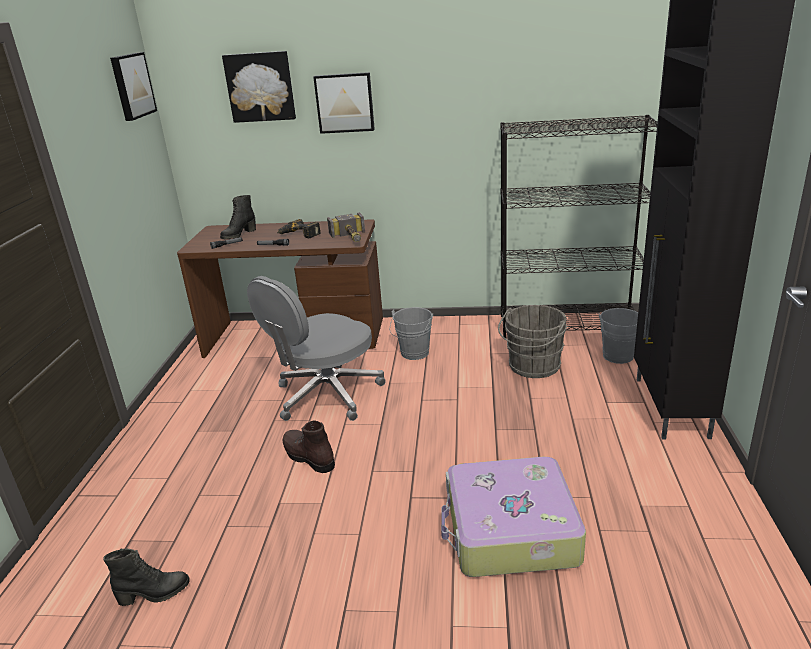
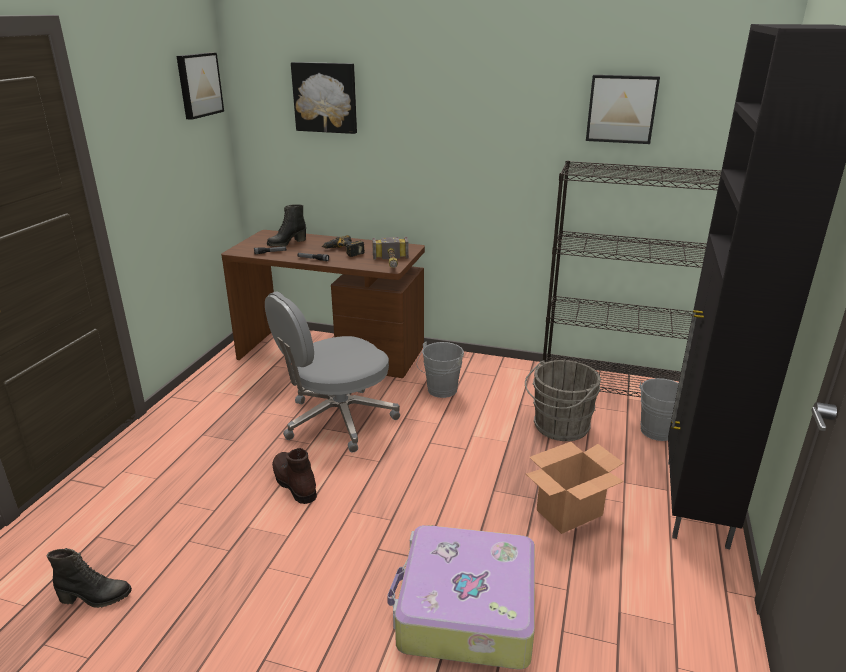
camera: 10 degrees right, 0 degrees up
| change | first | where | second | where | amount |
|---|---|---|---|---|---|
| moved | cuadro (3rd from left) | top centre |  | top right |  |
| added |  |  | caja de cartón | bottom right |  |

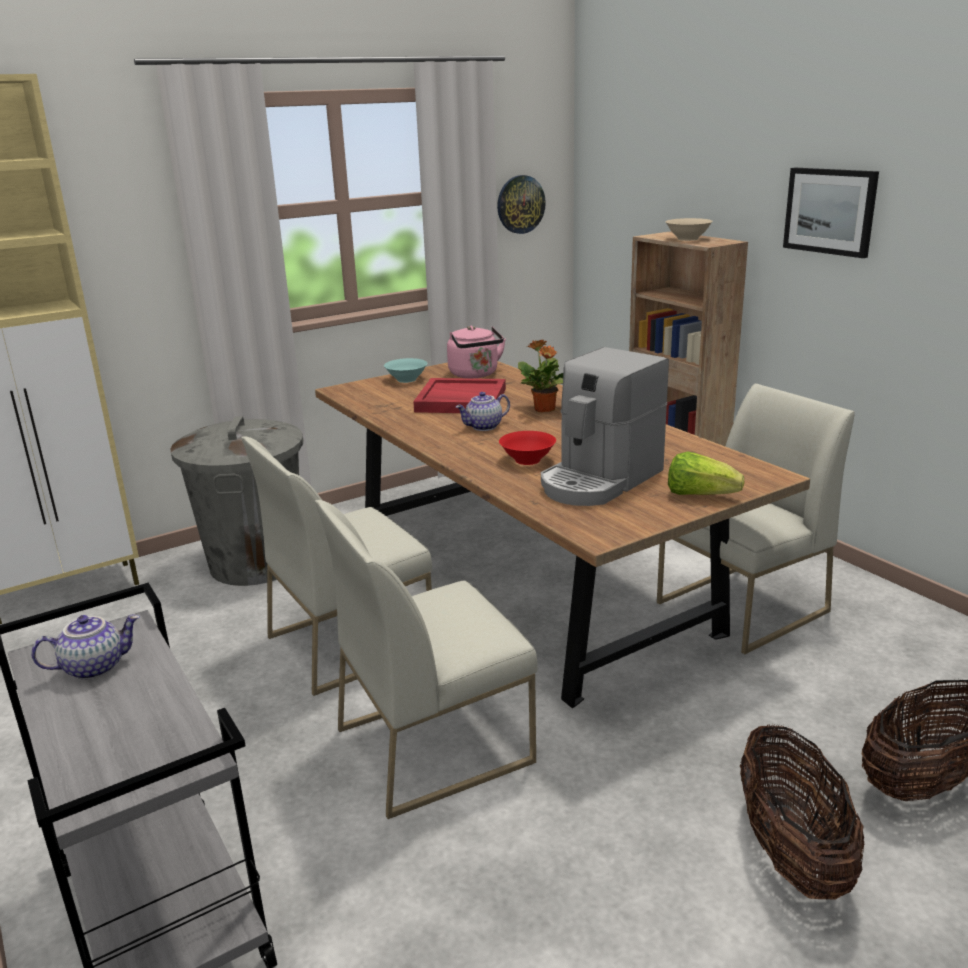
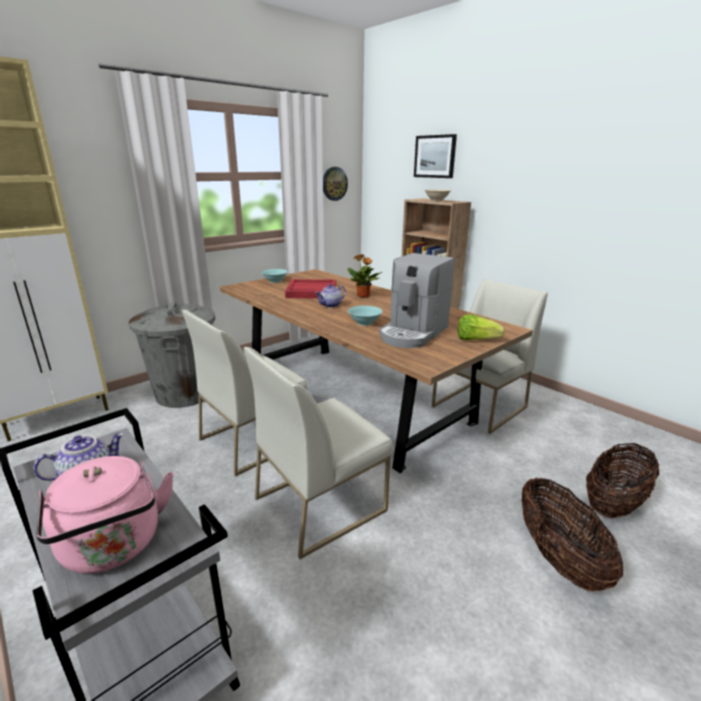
camera: 10 degrees left, 0 degrees up
| change | first | where | second | where | amount |
|---|---|---|---|---|---|
| moved | cuadro | top right |  | top centre |  |
| moved | hervidor (rosa) | centre |  | bottom left |  |
| recoloured | cuenco (rojo) | centre | cuenco (turquesa) (2nd from left) | centre |  |

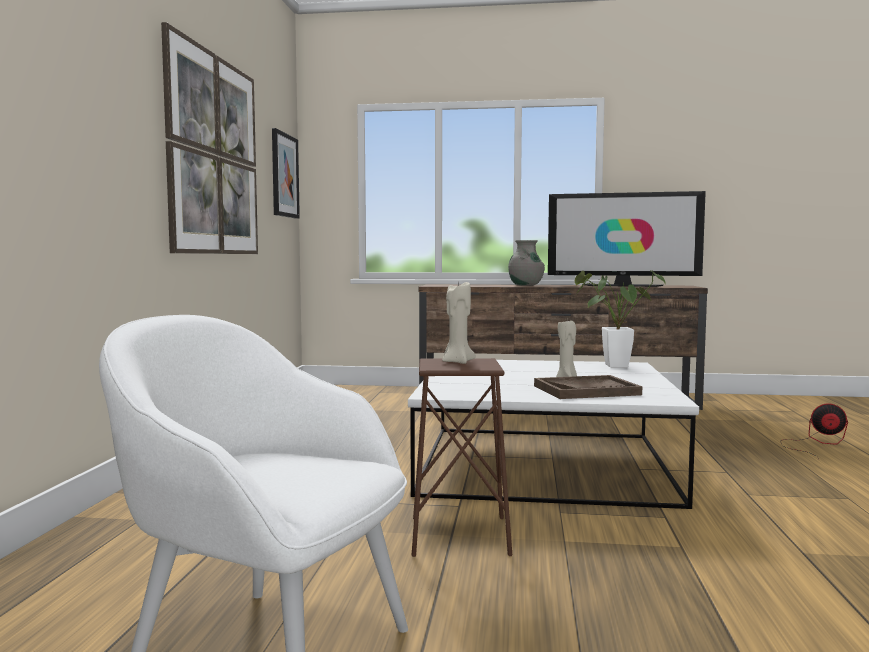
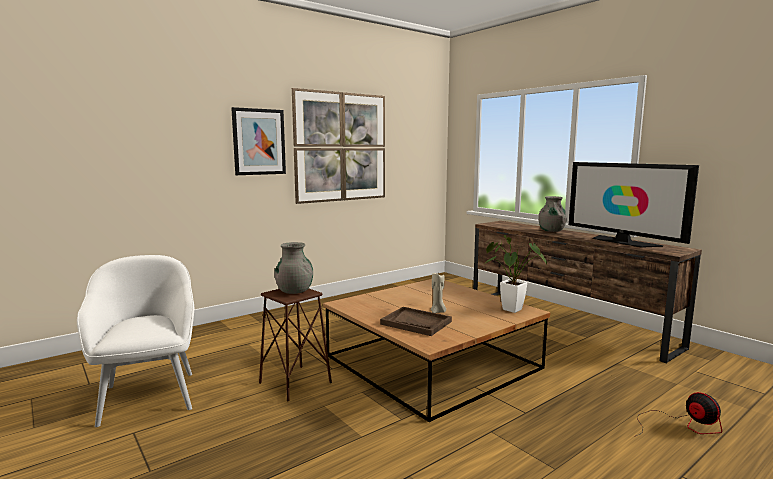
camera: 45 degrees right, 5 degrees up
| change | first | where | second | where | amount |
|---|---|---|---|---|---|
| moved | cuadro (2nd from left in the first image) | top left | cuadro (1st from left) | top centre |  |
| replaced | vela (beis) (1st from left) | centre | florero (gris) (1st from left) | centre |  |
| recoloured | mesa de centro (blanco) | centre | mesa de centro (marrón) | bottom centre |  |

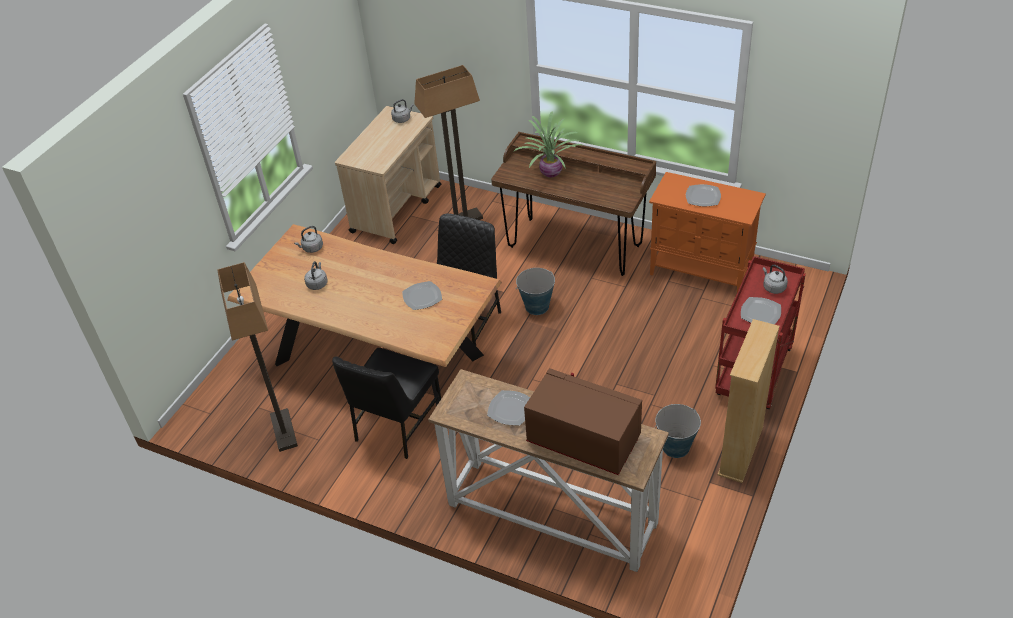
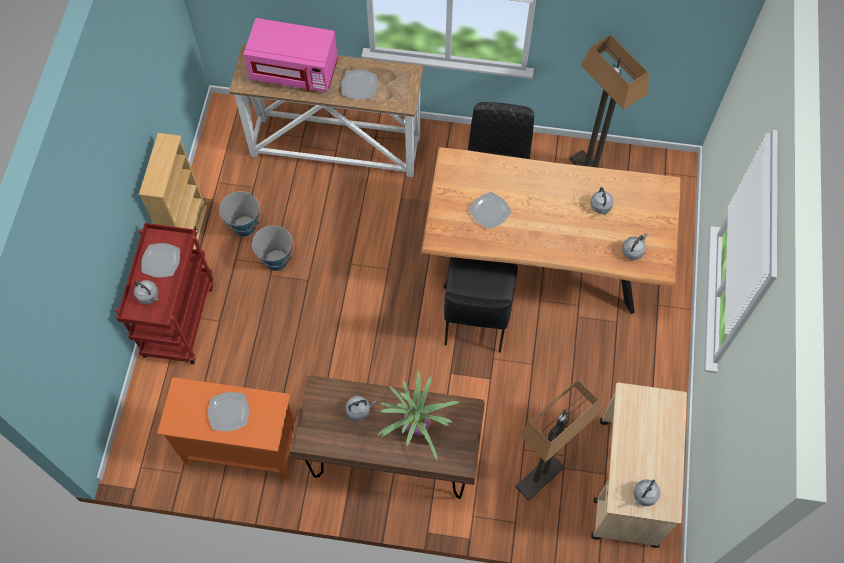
camera: 160 degrees right, 20 degrees up
| change | first | where | second | where | amount |
|---|---|---|---|---|---|
| moved | cubo (1st from left in the first image) | centre | cubo (2nd from left) | middle left |  |
| recoloured | microondas (marrón) | bottom centre | microondas (rosa) | top centre |  |
| added |  |  | hervidor (gris) (2nd from left) | bottom centre |  |

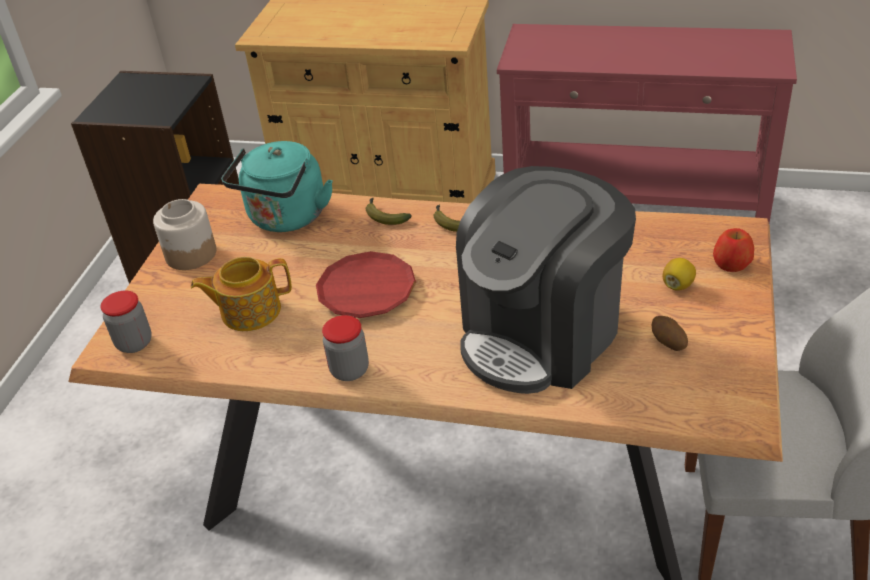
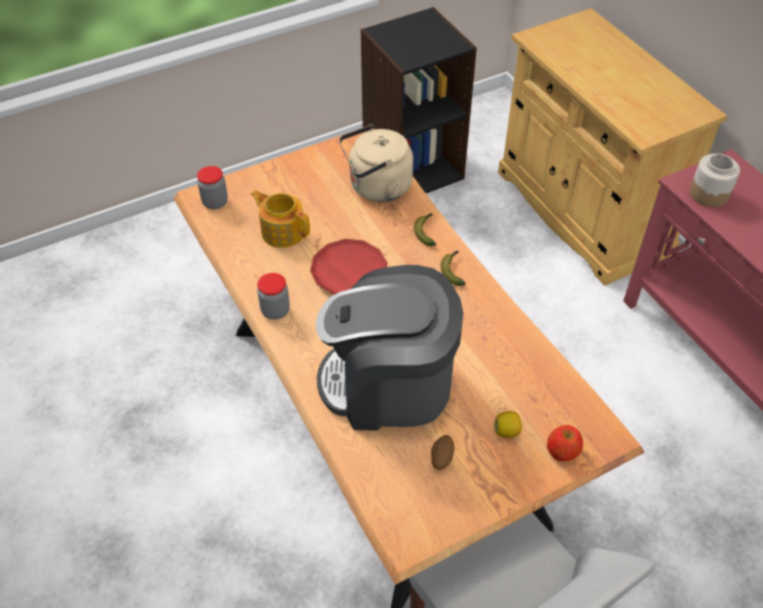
camera: 45 degrees right, 10 degrees up
| change | first | where | second | where | amount |
|---|---|---|---|---|---|
| recoloured | hervidor (turquesa) | top left | hervidor (beis) | top centre |  |
| moved | tarro (2nd from left in the first image) | middle left | tarro (3rd from left) | top right |  |

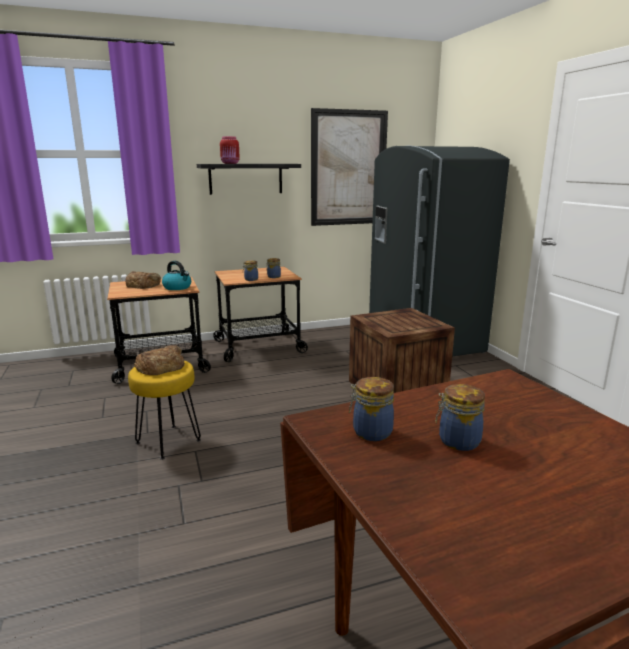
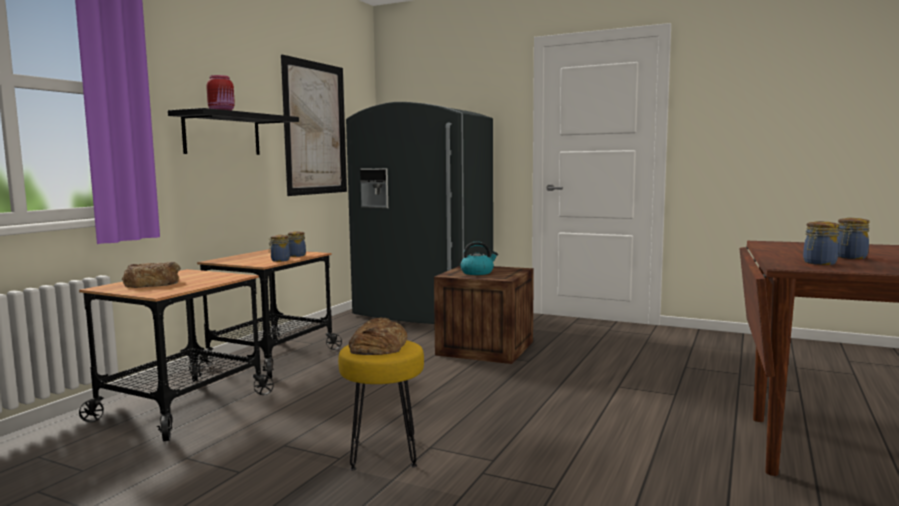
camera: 45 degrees left, 10 degrees down
| change | first | where | second | where | amount |
|---|---|---|---|---|---|
| moved | hervidor | middle left |  | centre |  |

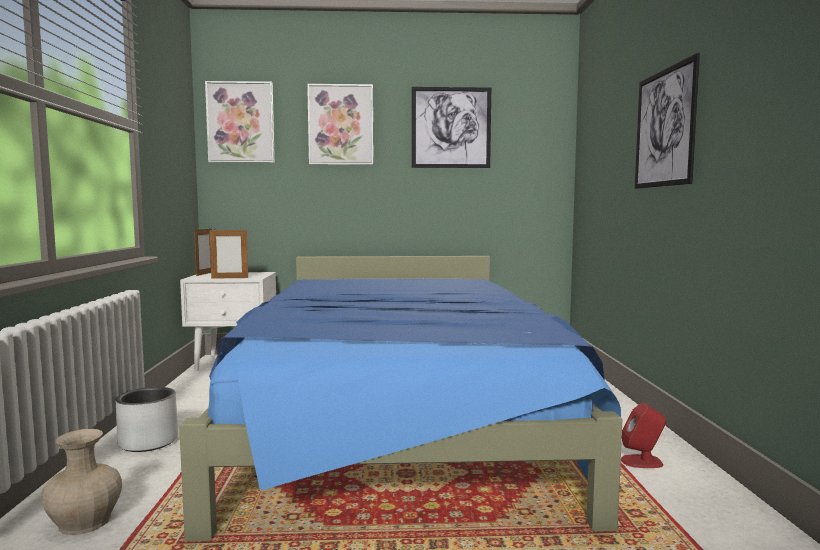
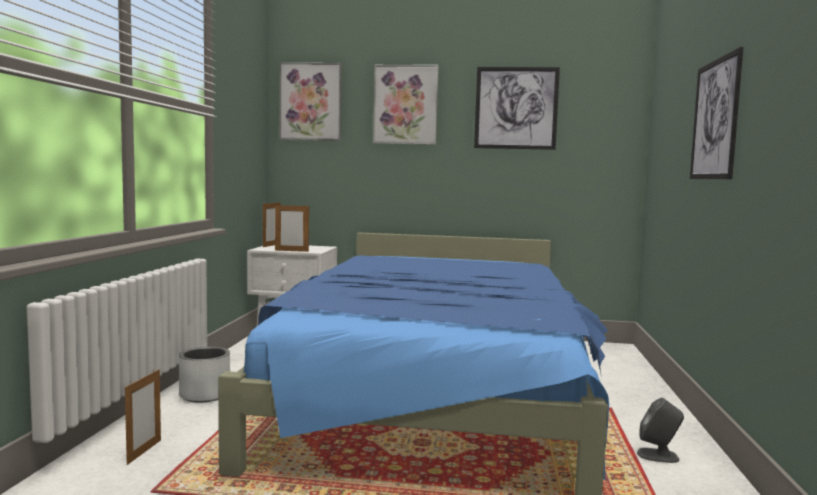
camera: 10 degrees right, 0 degrees up
| change | first | where | second | where | amount |
|---|---|---|---|---|---|
| recoloured | altavoz (rojo) | bottom right | altavoz (gris) | bottom right |  |
| replaced | florero (beis) | bottom left | portarretratos (1st from left) | bottom left |  |

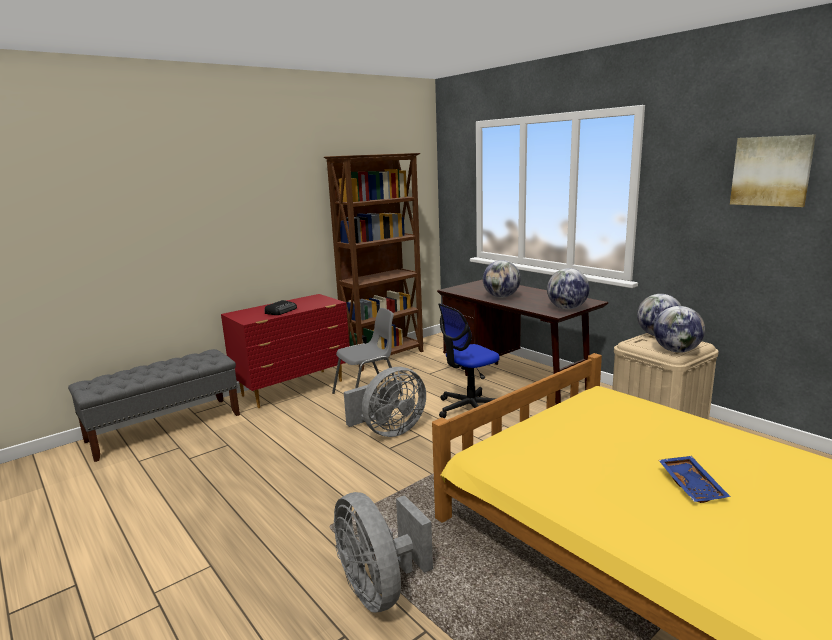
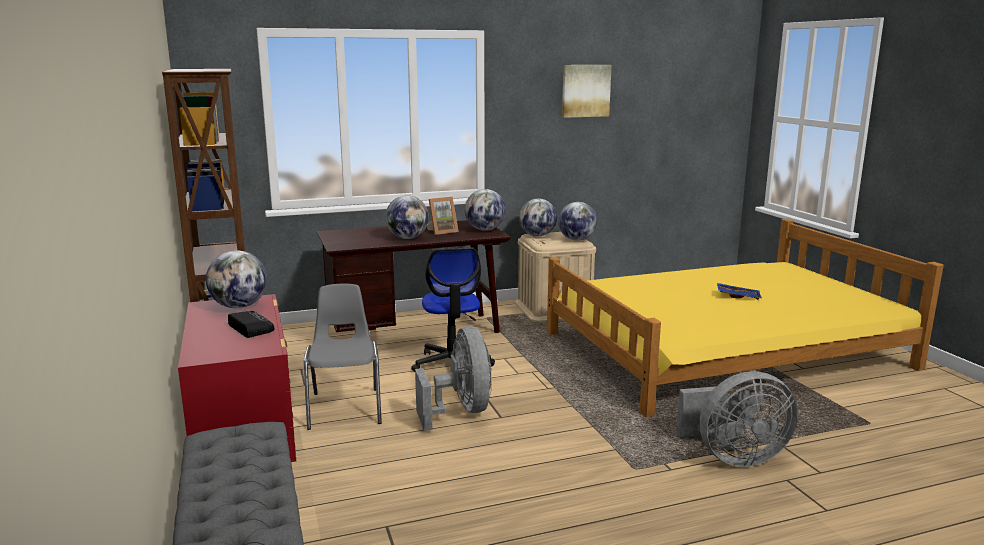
camera: 70 degrees left, 0 degrees up
| change | first | where | second | where | amount |
|---|---|---|---|---|---|
| added |  |  | portarretratos | centre |  |
| added |  |  | globo terráqueo (1st from left) | middle left |  |

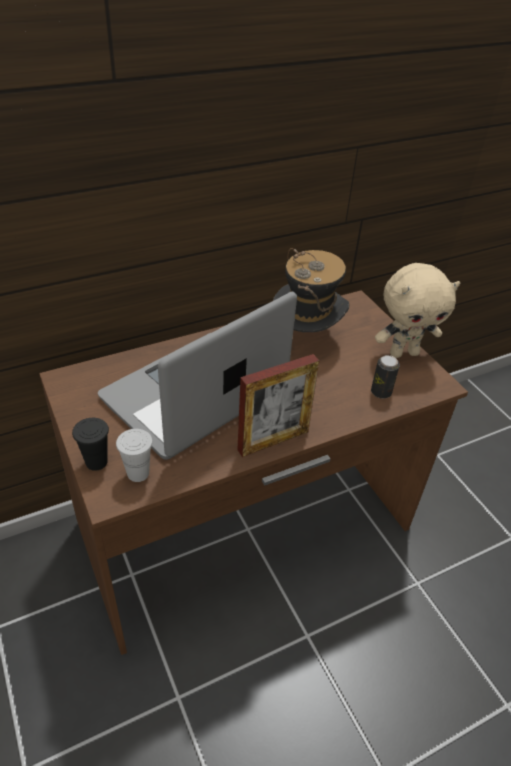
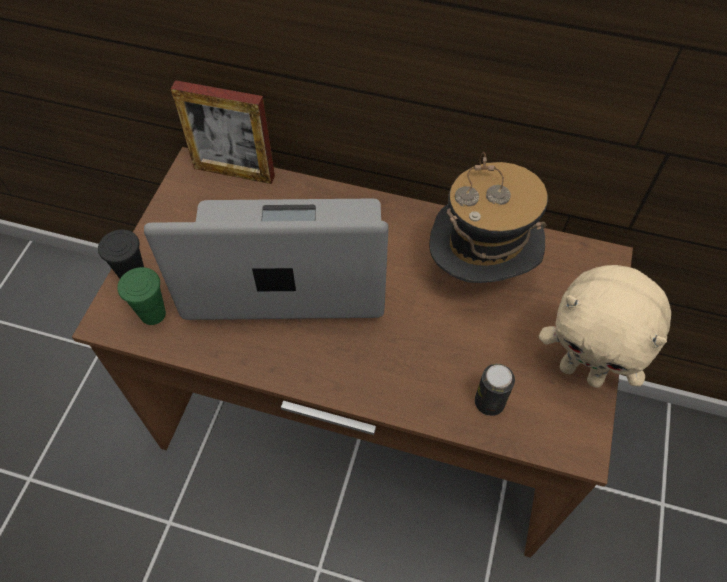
camera: 45 degrees right, 15 degrees up
| change | first | where | second | where | amount |
|---|---|---|---|---|---|
| moved | portarretratos | centre |  | top left |  |
| recoloured | taza (blanco) | middle left | taza (verde) | middle left |  |

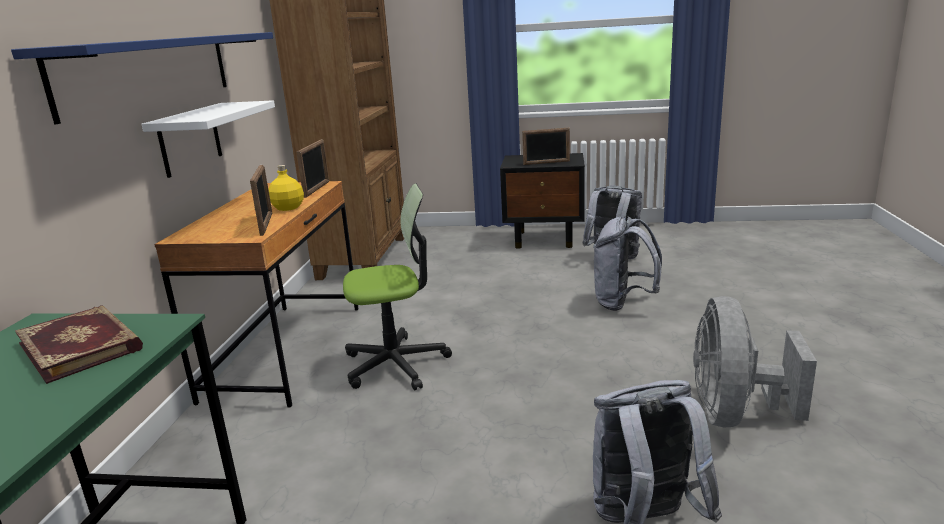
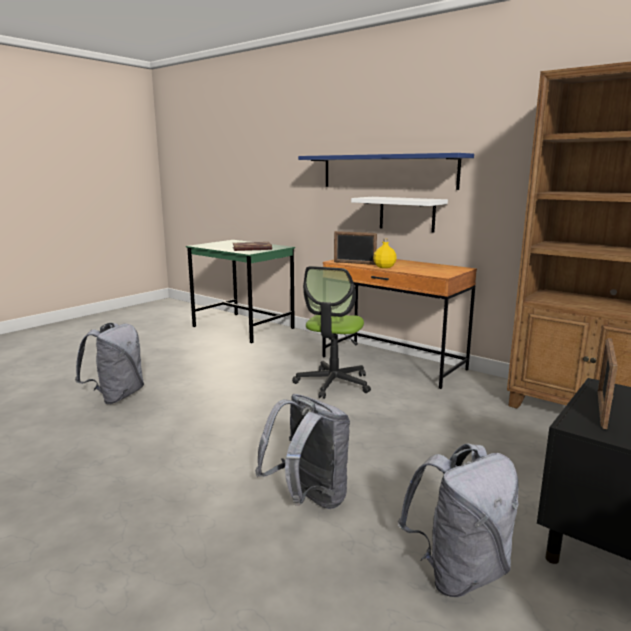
camera: 120 degrees right, 5 degrees down
| change | first | where | second | where | amount |
|---|---|---|---|---|---|
| removed | portarretratos (2nd from left) | top left |  |  |  |
| removed | ventilador (gris) | bottom right |  |  |  |

